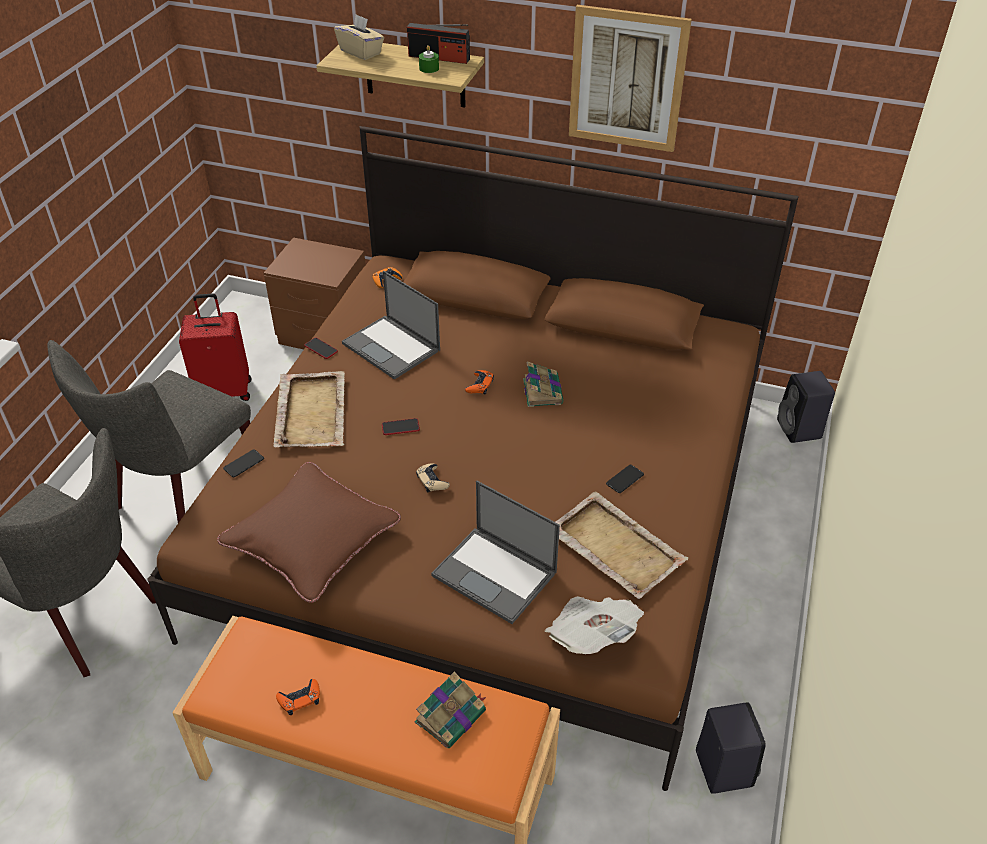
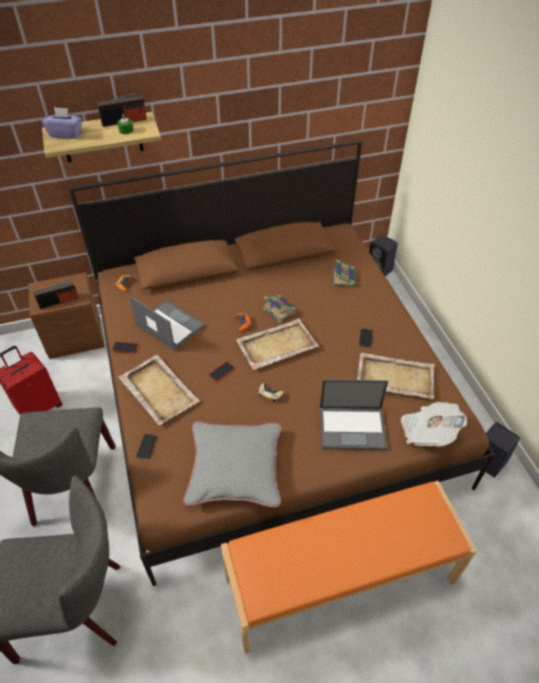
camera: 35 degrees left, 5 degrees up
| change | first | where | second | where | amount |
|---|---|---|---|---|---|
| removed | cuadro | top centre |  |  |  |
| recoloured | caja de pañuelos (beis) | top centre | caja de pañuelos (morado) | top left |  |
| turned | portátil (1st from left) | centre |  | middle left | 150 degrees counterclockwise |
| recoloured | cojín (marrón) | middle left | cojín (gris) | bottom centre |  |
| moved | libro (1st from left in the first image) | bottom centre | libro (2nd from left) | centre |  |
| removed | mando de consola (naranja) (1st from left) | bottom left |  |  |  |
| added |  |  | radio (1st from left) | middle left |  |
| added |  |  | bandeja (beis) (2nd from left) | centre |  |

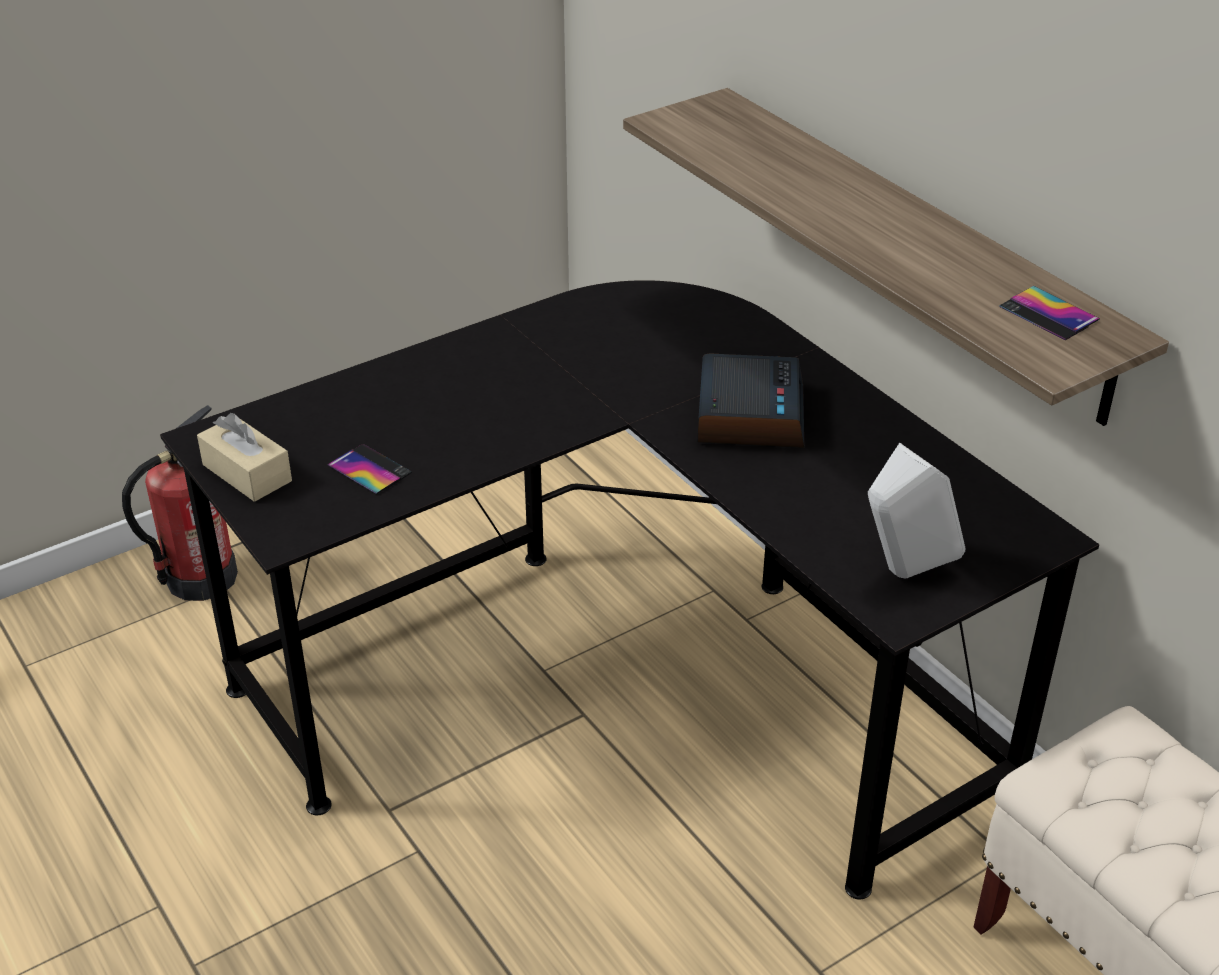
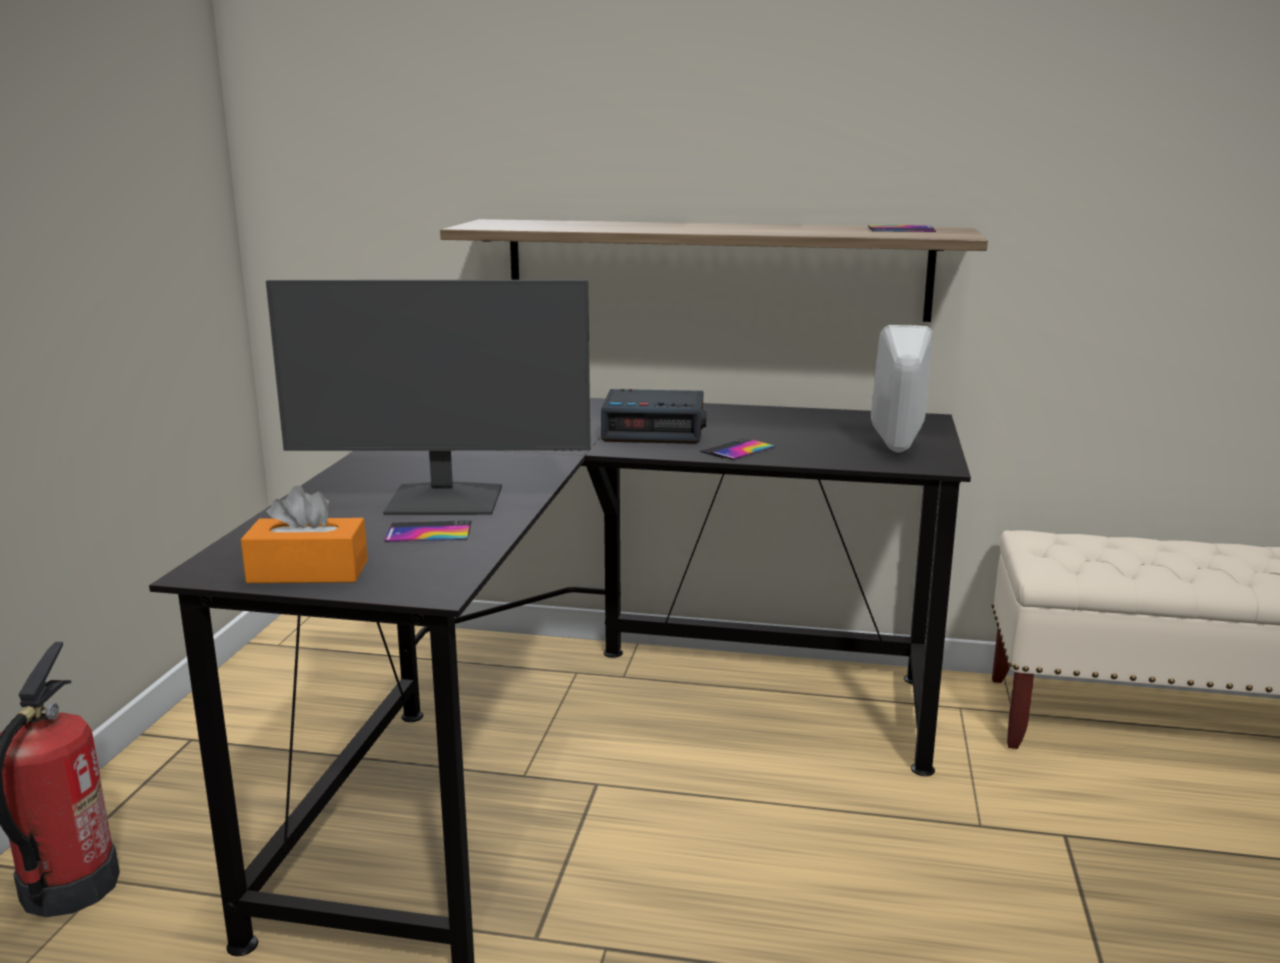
camera: 45 degrees left, 20 degrees down
| change | first | where | second | where | amount |
|---|---|---|---|---|---|
| turned | despertador | centre |  | centre | 135 degrees clockwise |
| recoloured | caja de pañuelos (beis) | middle left | caja de pañuelos (naranja) | middle left |  |
| added |  |  | monitor | centre |  |
| added |  |  | móvil (2nd from left) | centre |  |

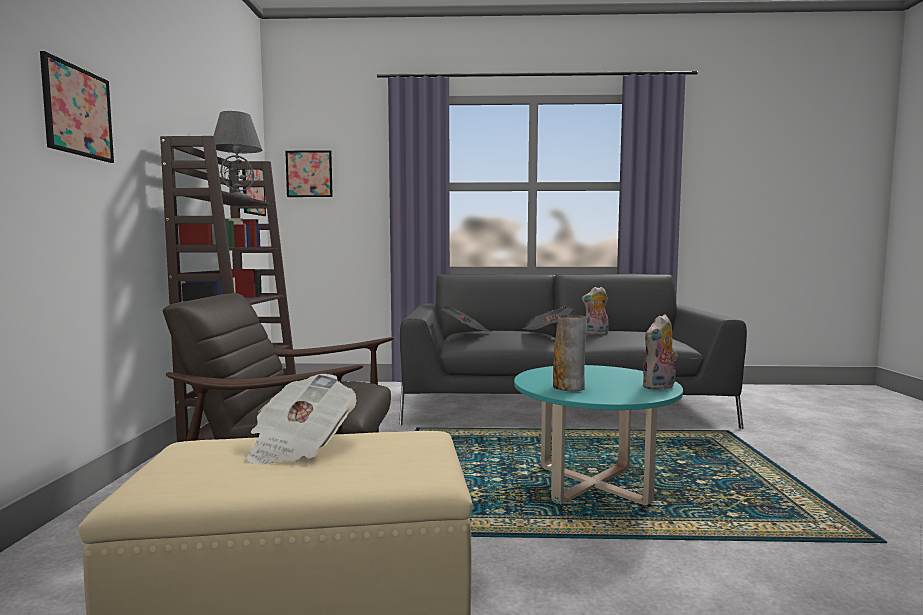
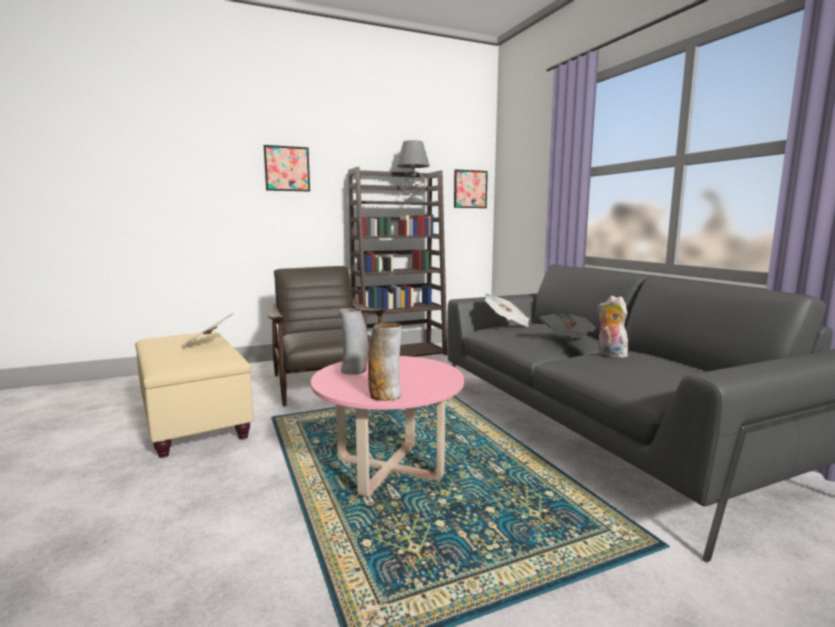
camera: 65 degrees right, 5 degrees up
| change | first | where | second | where | amount |
|---|---|---|---|---|---|
| removed | cuadro (3rd from left) | top centre |  |  |  |
| replaced | peluche (2nd from left) | middle right | florero (2nd from left) | centre |  |
| recoloured | mesa de centro (turquesa) | bottom centre | mesa de centro (rosa) | bottom centre |  |

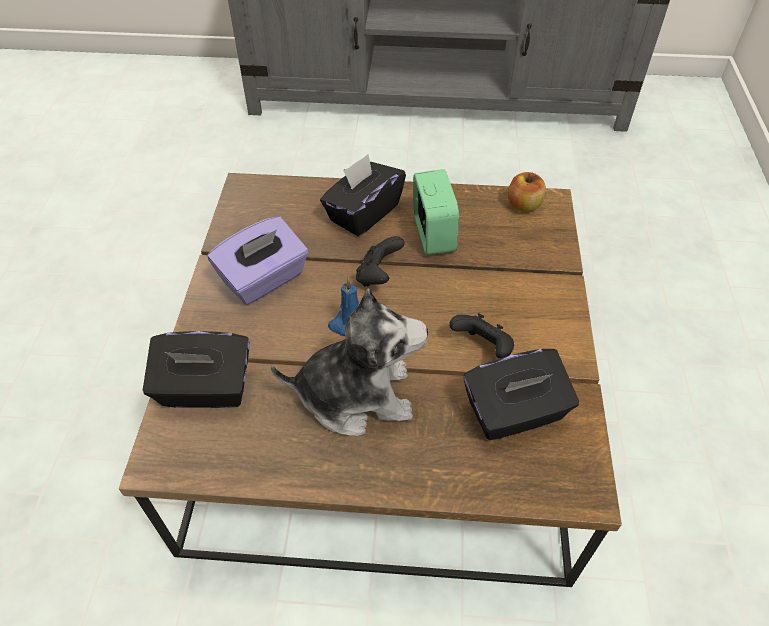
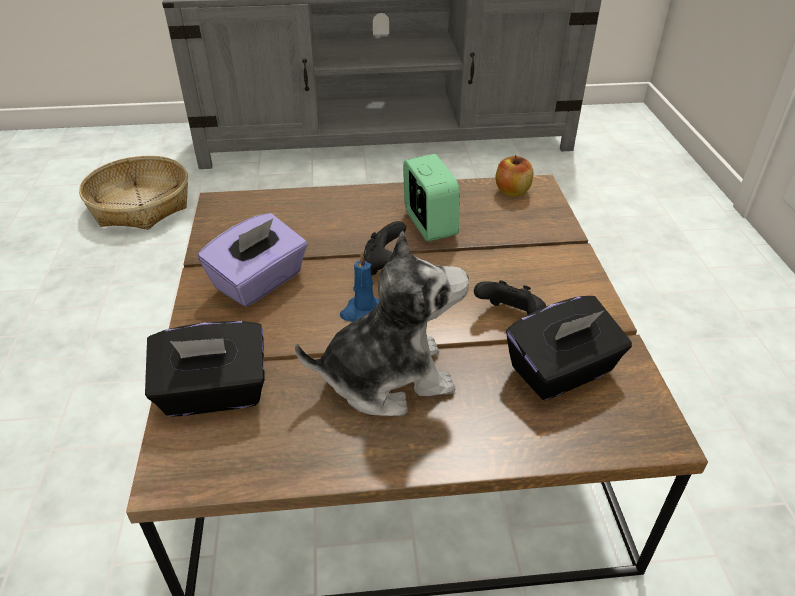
camera: 10 degrees left, 10 degrees down
| change | first | where | second | where | amount |
|---|---|---|---|---|---|
| removed | caja de pañuelos (negro) (2nd from left) | top centre |  |  |  |
| added |  |  | cesta | top left |  |

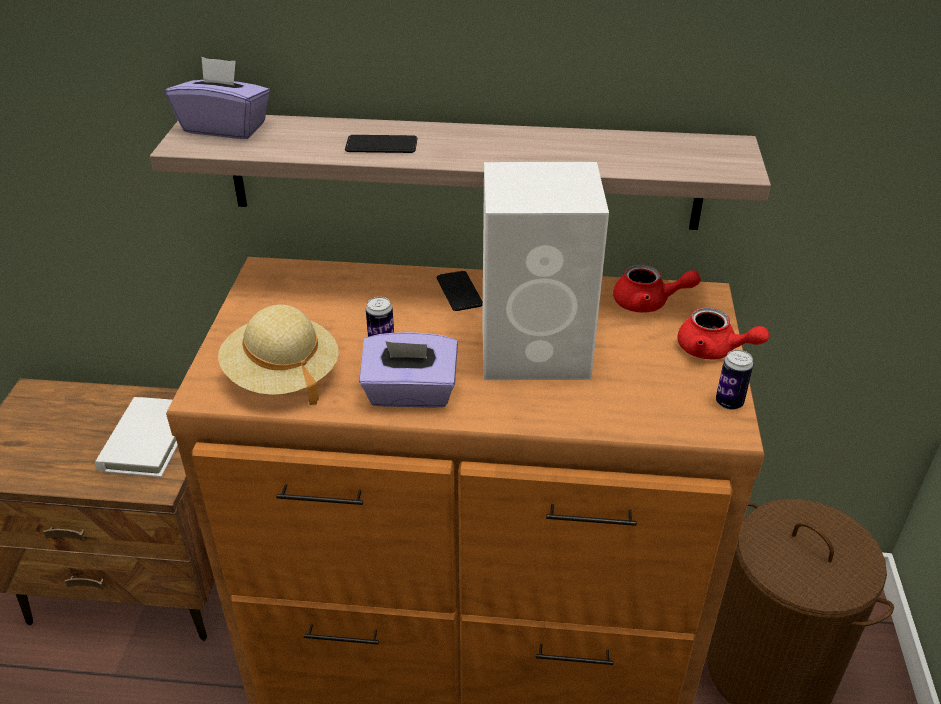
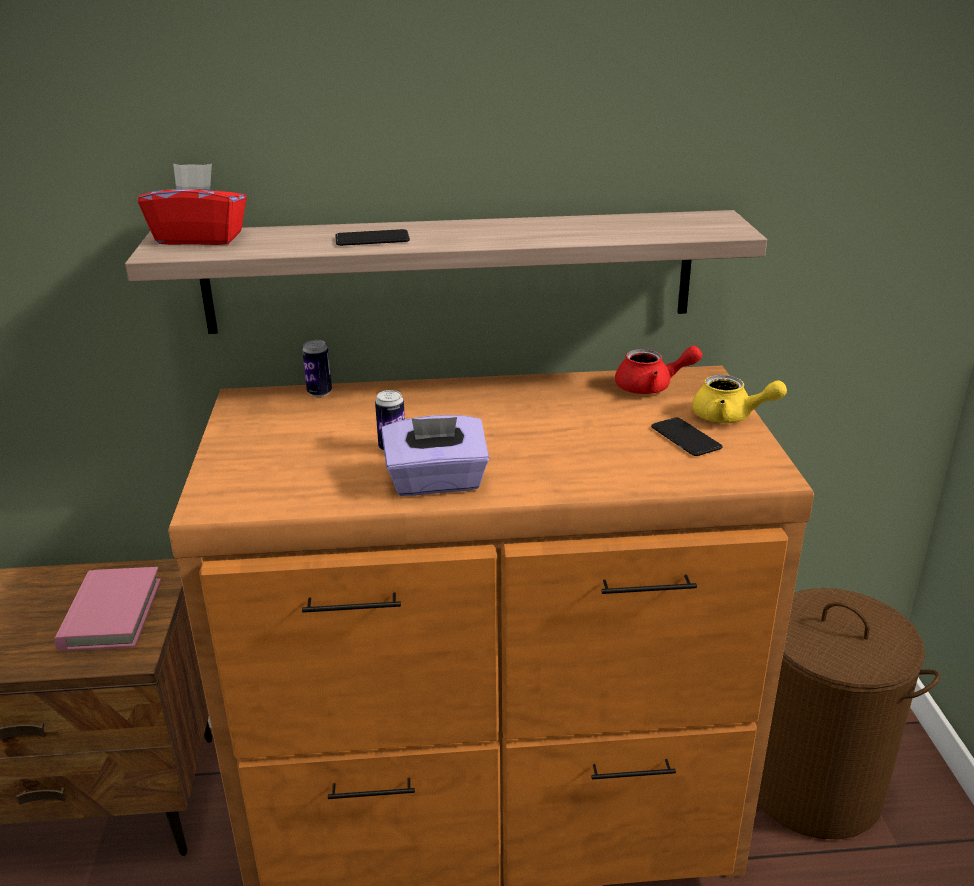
camera: 10 degrees left, 10 degrees down
| change | first | where | second | where | amount |
|---|---|---|---|---|---|
| recoloured | caja de pañuelos (morado) (1st from left) | top left | caja de pañuelos (rojo) | top left |  |
| removed | altavoz (blanco) | centre |  |  |  |
| moved | móvil (2nd from left) | centre |  | middle right |  |
| removed | sombrero (beis) | middle left |  |  |  |
| recoloured | tetera (rojo) (2nd from left) | middle right | tetera (amarillo) | middle right |  |
| moved | lata (2nd from left in the first image) | middle right | lata (1st from left) | middle left |  |
| recoloured | libro (blanco) | middle left | libro (rosa) | bottom left |  |

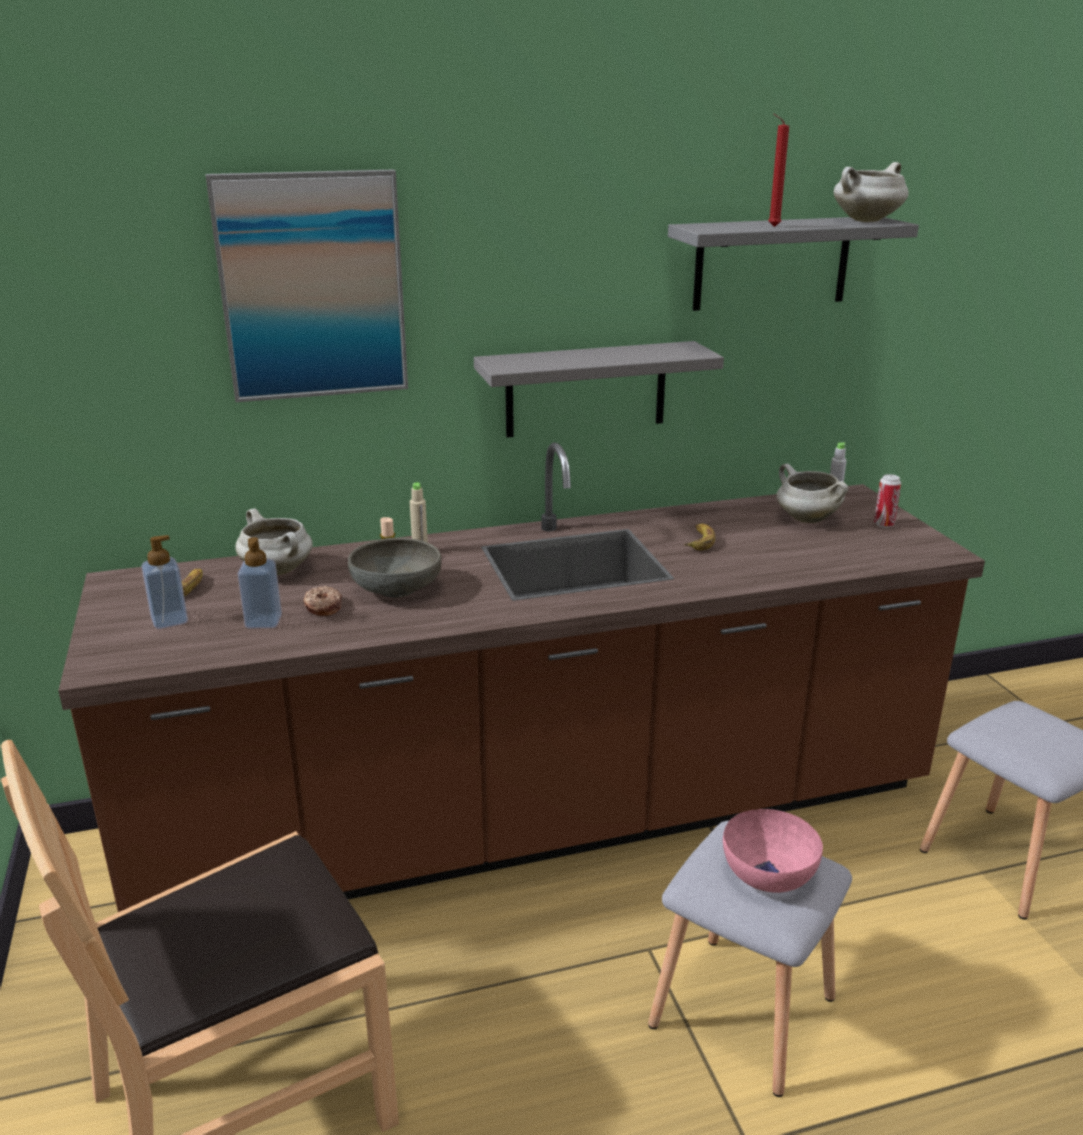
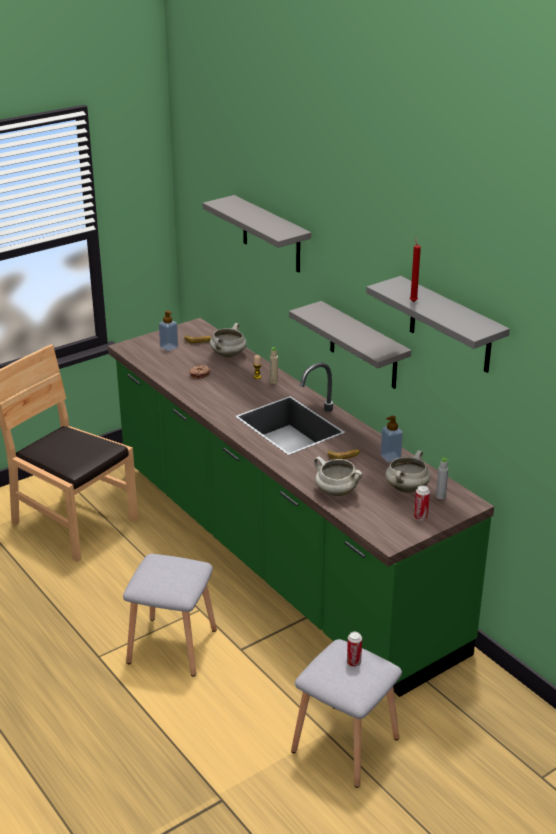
camera: 70 degrees right, 5 degrees up
| change | first | where | second | where | amount |
|---|---|---|---|---|---|
| moved | olla (blanco) (3rd from left in the first image) | top right | olla (blanco) (2nd from left) | centre |  |
| replaced | cuadro | top left | estante (gris) (1st from left) | top centre |  |
| recoloured | mueble bajo de cocina (marrón) | centre | mueble bajo de cocina (verde) | centre |  |
| moved | dispensador de jabón (2nd from left) | middle left |  | middle right |  |
| removed | cuenco (gris) | centre |  |  |  |
| removed | cuenco (rosa) | bottom right |  |  |  |
| added |  |  | lata (1st from left) | bottom centre |  |

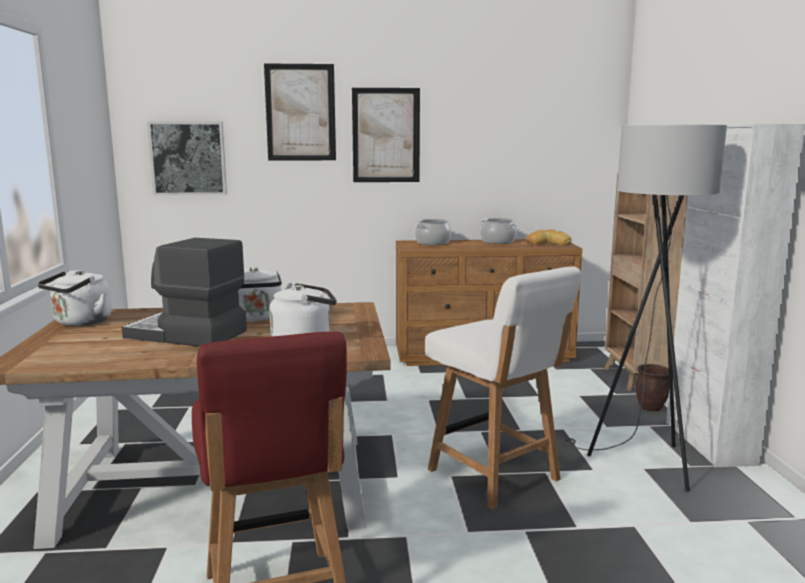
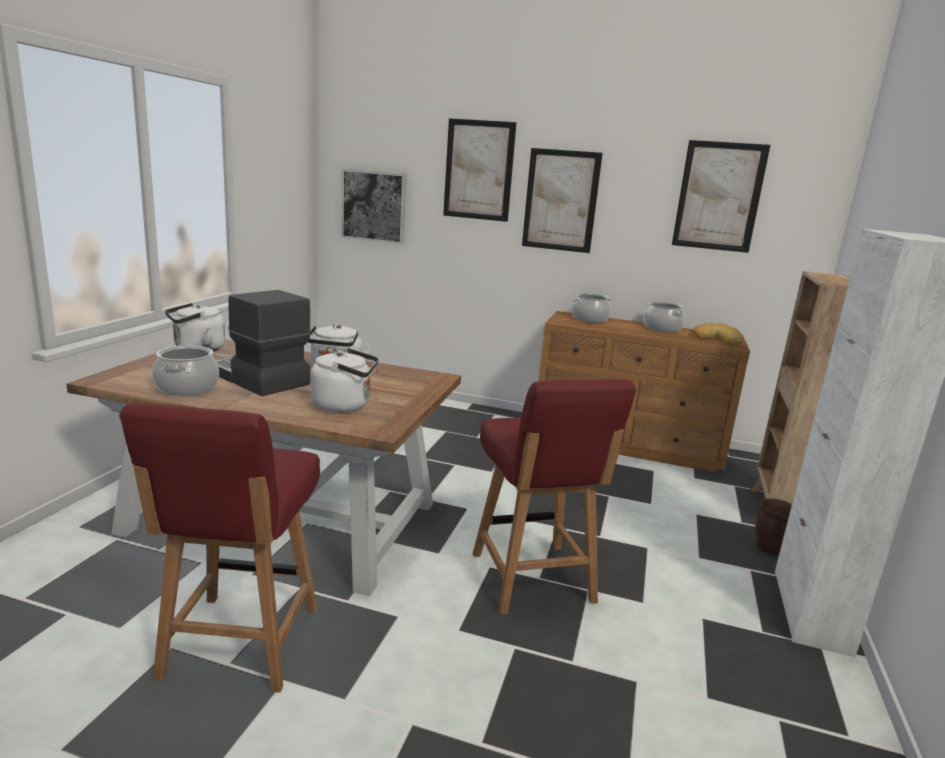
camera: 20 degrees right, 5 degrees up
| change | first | where | second | where | amount |
|---|---|---|---|---|---|
| removed | lámpara de pie (gris) | middle right |  |  |  |
| recoloured | silla (blanco) | centre | silla (rojo) (2nd from left) | centre |  |
| added |  |  | cuadro (4th from left) | top right |  |
| added |  |  | olla (1st from left) | middle left |  |

